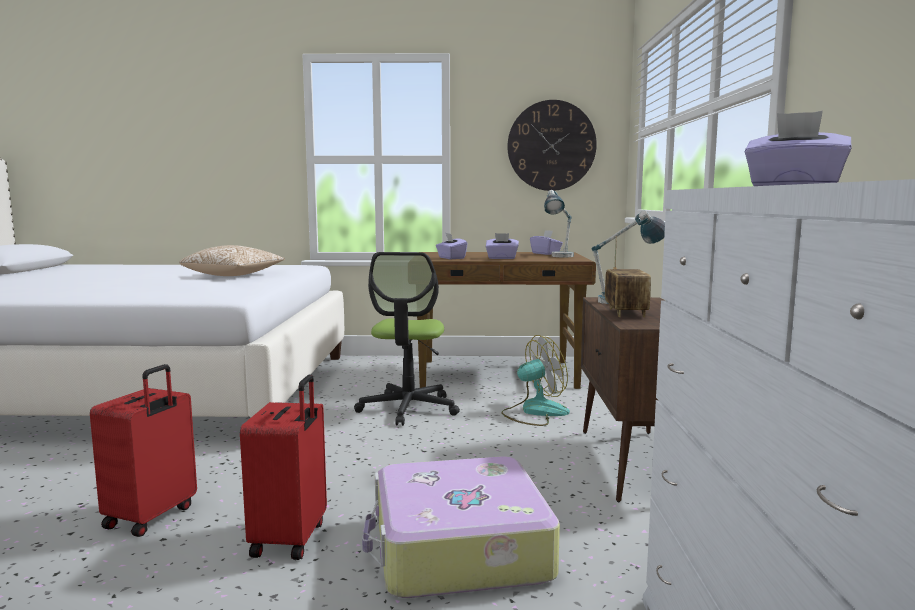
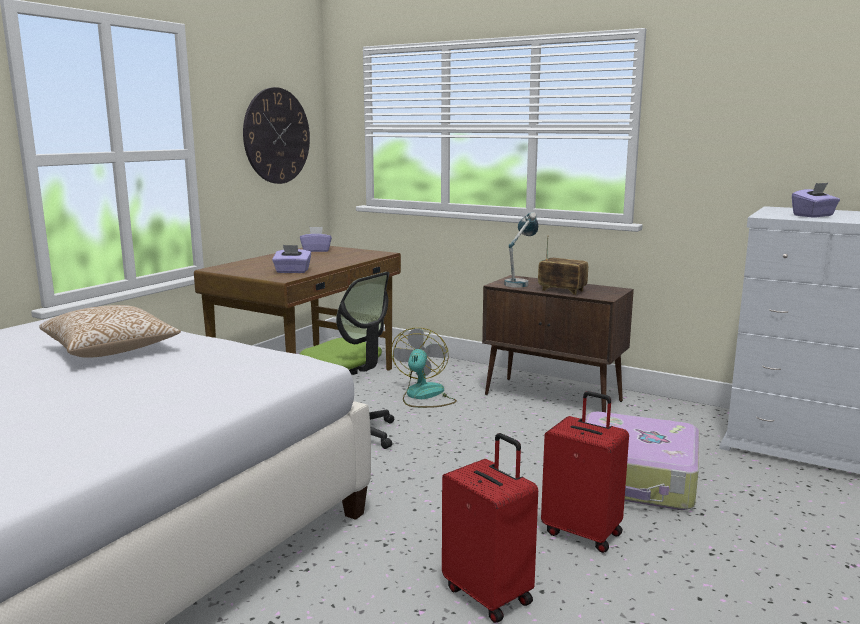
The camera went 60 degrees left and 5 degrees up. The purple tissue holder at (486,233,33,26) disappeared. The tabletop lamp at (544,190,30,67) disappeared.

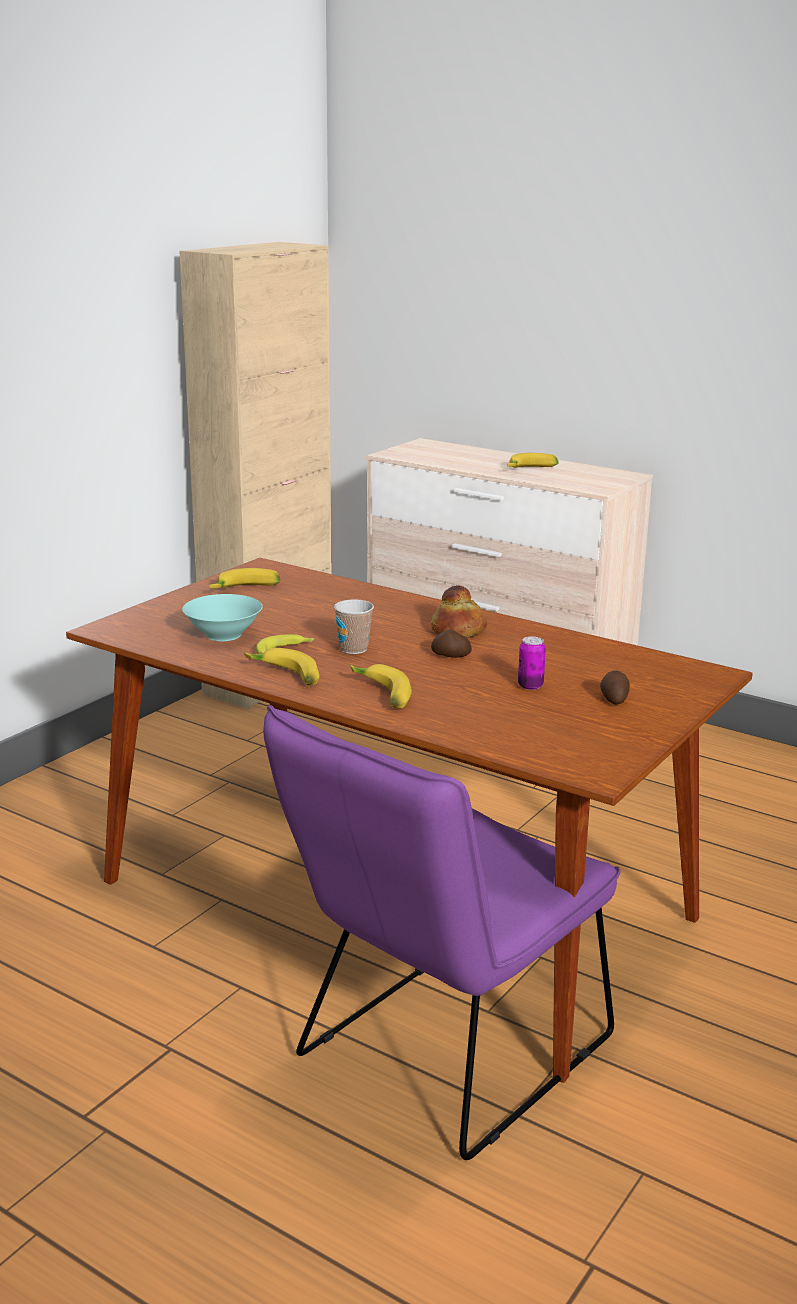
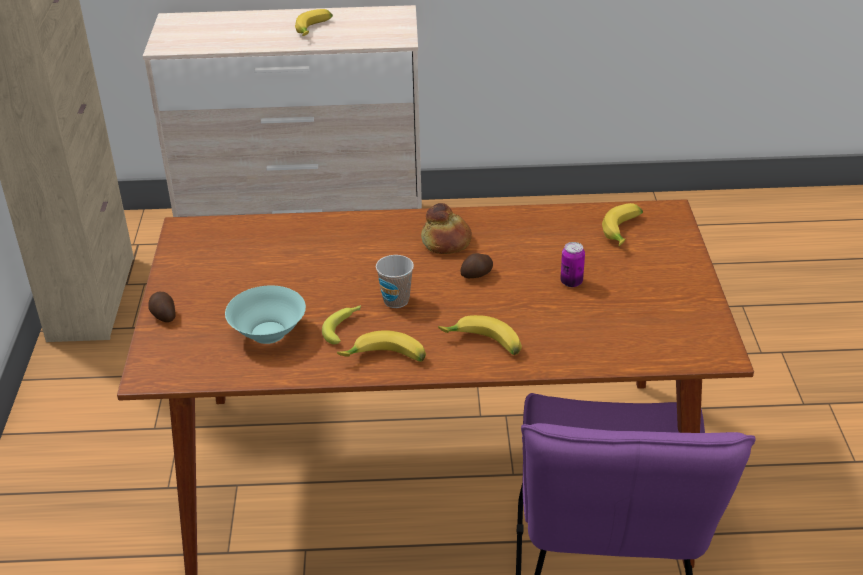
The camera went 35 degrees left and 15 degrees up. The banana fruit moved from (209,568,71,20) to (602,203,41,43). The potato moved from (600,671,30,33) to (148,292,28,30).

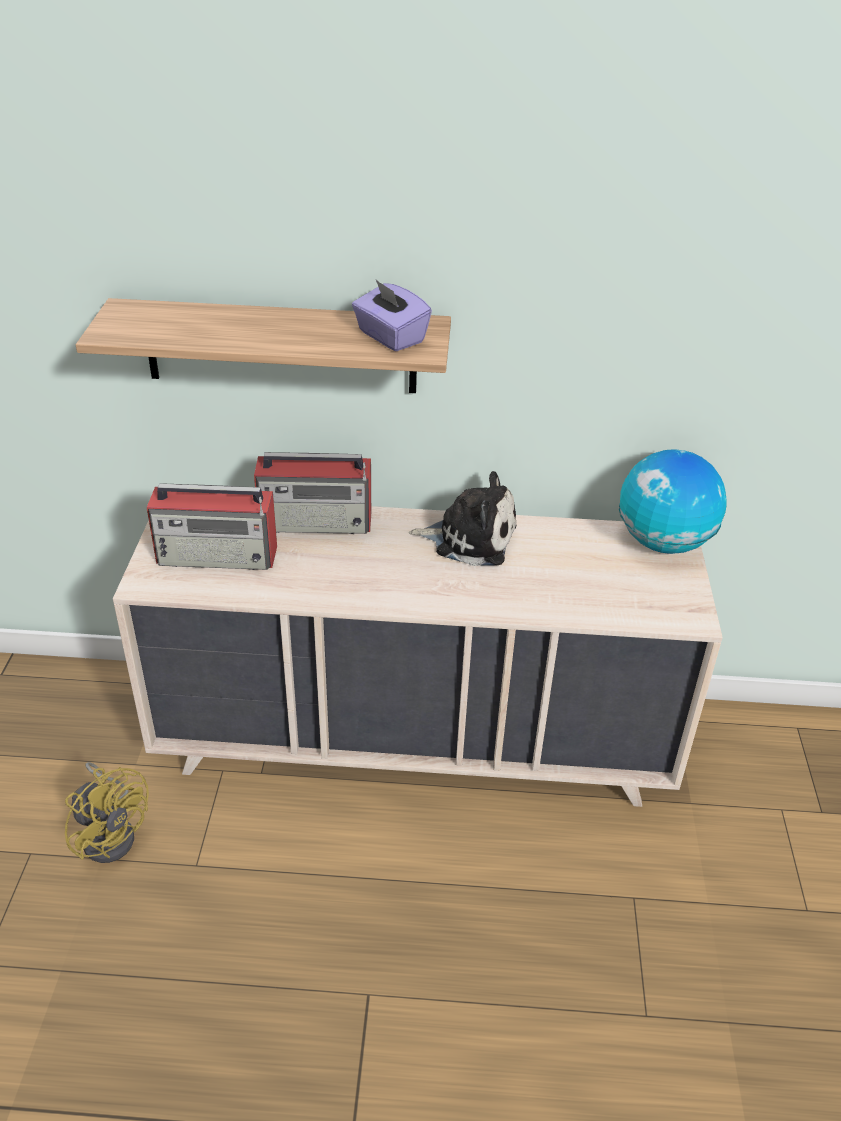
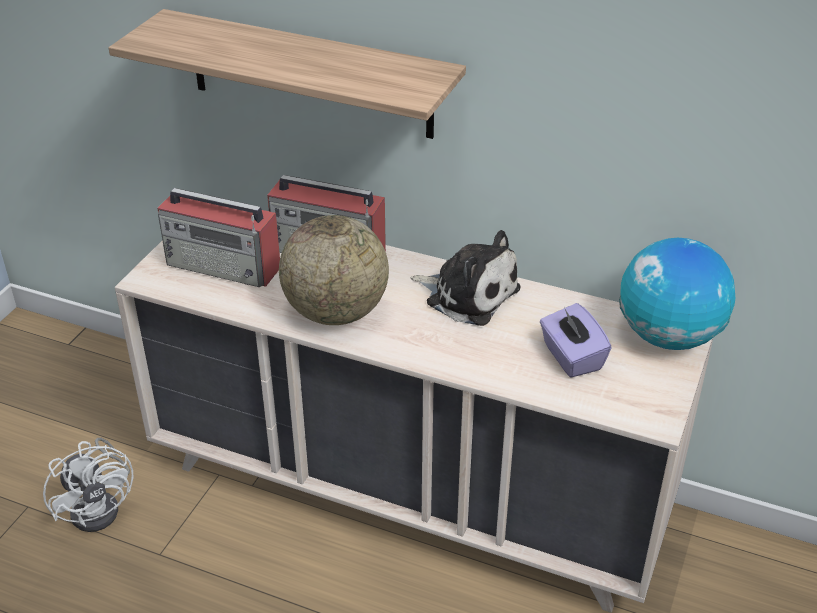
The camera went 20 degrees right and 0 degrees up. The yellow cooling fan at (65,762,84,101) became the whitish cooling fan at (43,438,91,94). The purple tissue holder moved from (352,280,80,71) to (540,303,72,75). The world globe at (279,215,110,110) appeared.

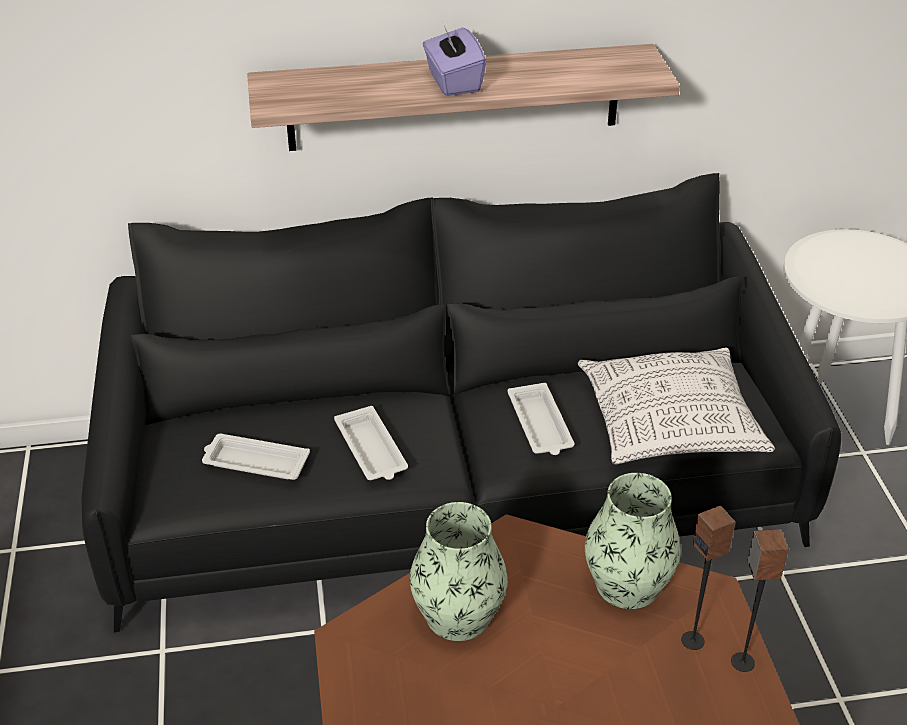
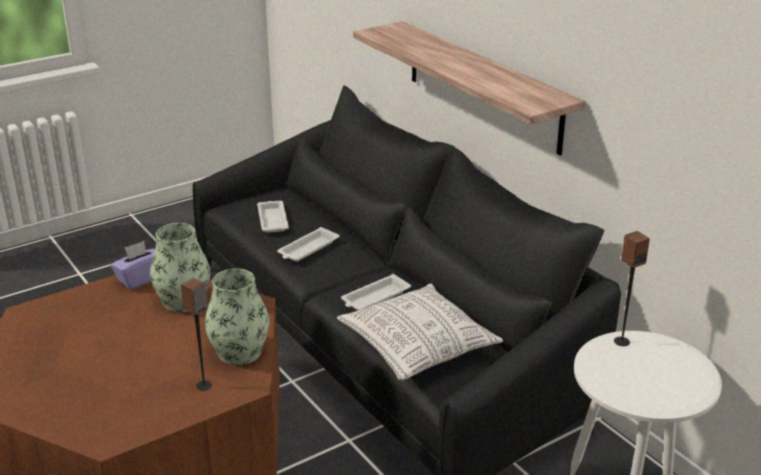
The camera went 65 degrees right and 10 degrees down. The purple tissue holder moved from (423,26,63,70) to (111,241,44,49). The audio speaker moved from (731,529,58,143) to (614,231,36,115).

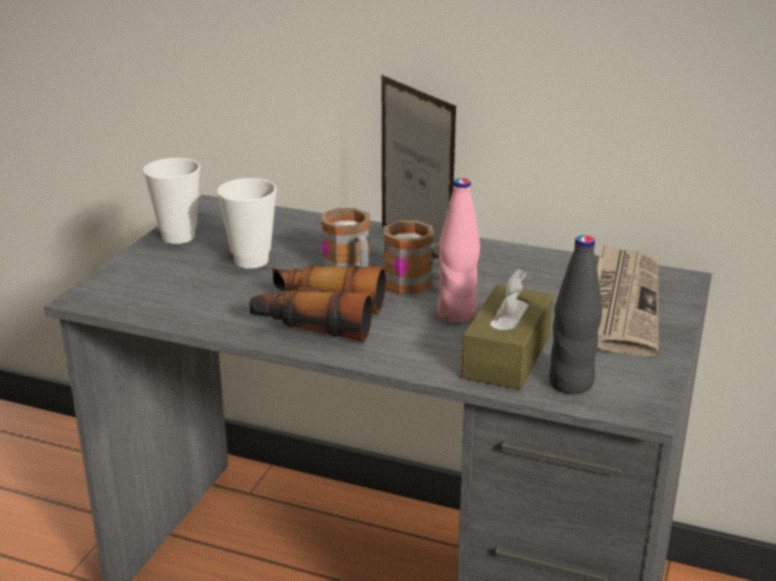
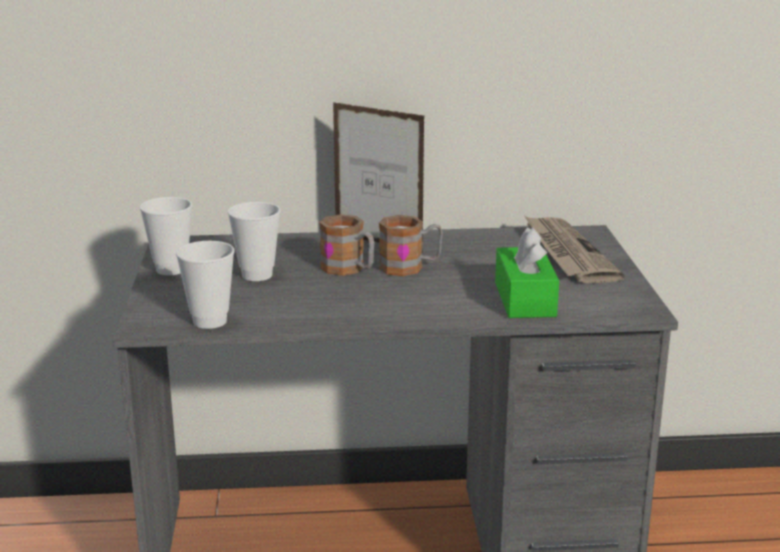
The camera went 25 degrees left and 5 degrees down. The field glasses at (249,265,137,77) disappeared. The pinkish drink bottle at (437,178,43,144) disappeared. The brown tissue holder at (461,269,92,121) became the green tissue holder at (495,227,64,91). The black drink bottle at (549,235,53,159) disappeared. The small cup at (176,241,59,88) appeared.

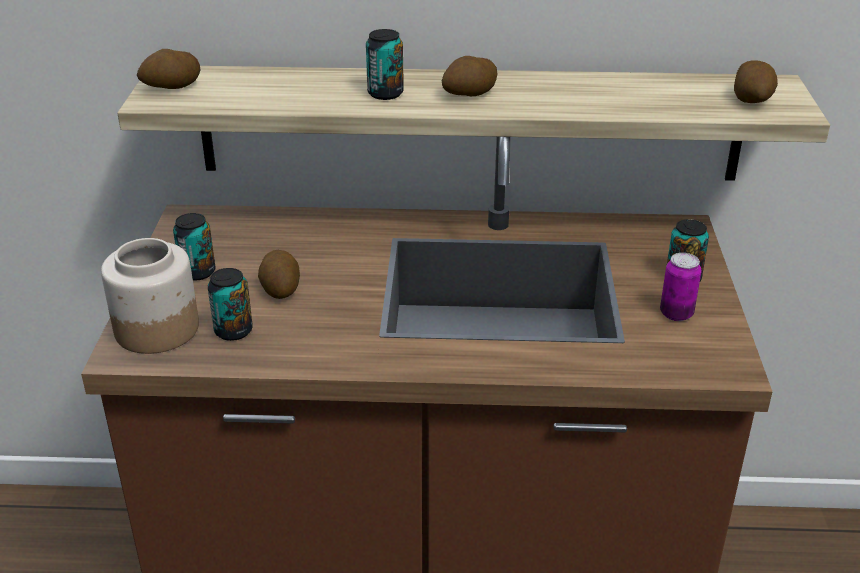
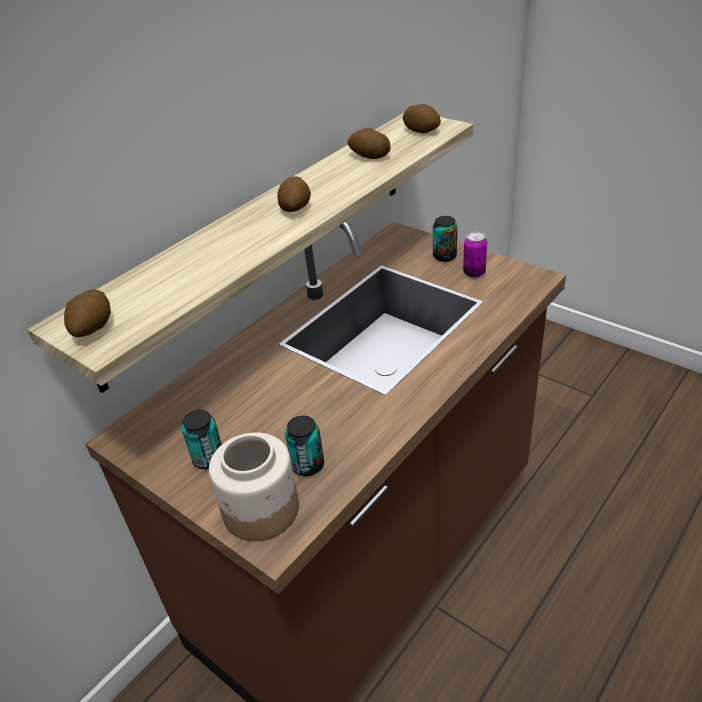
The camera went 50 degrees left and 5 degrees up. The potato moved from (258,250,42,49) to (347,128,44,31). The metal can at (366,29,38,71) disappeared.

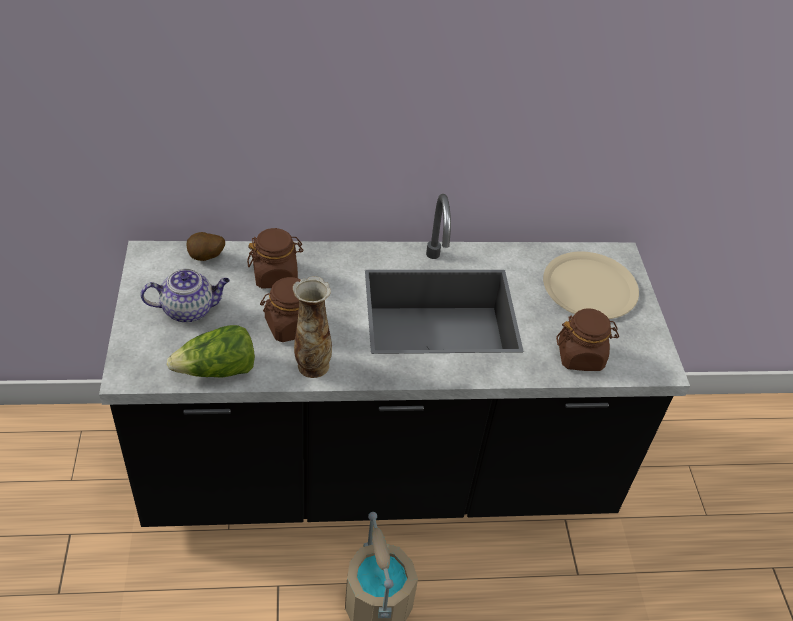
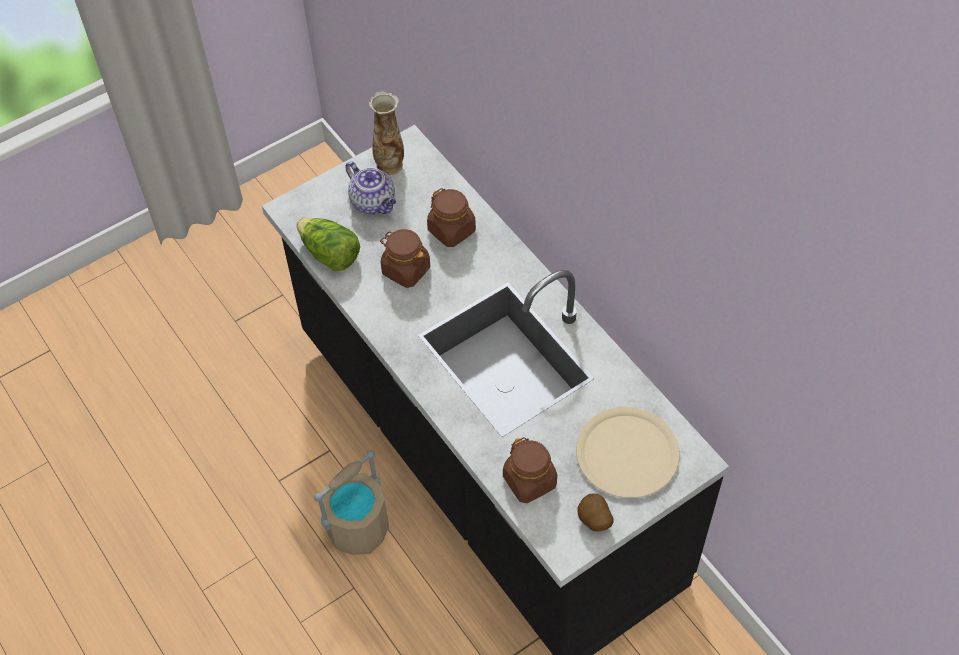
The camera went 65 degrees right and 10 degrees up. The potato moved from (186,232,39,29) to (577,493,37,39). The vase moved from (293,276,39,102) to (368,91,36,84).

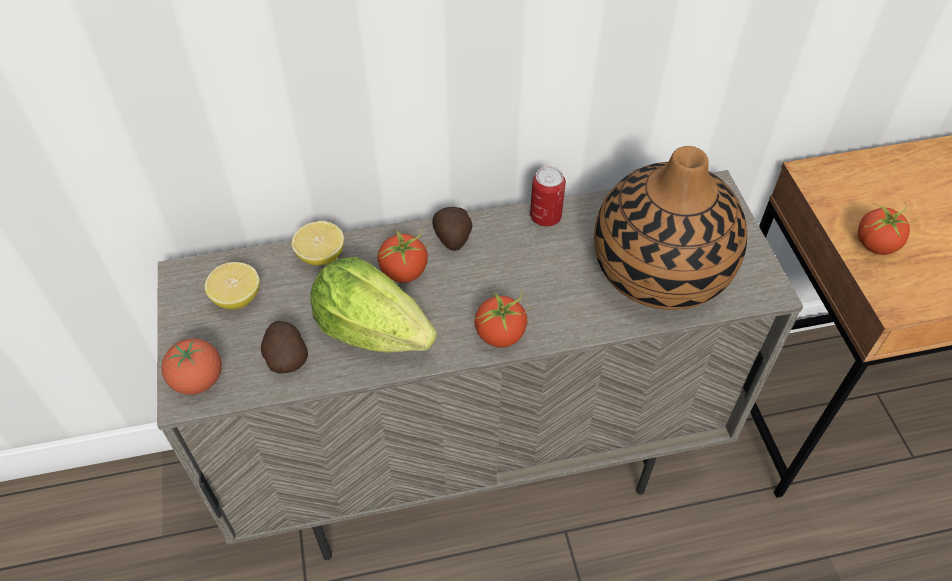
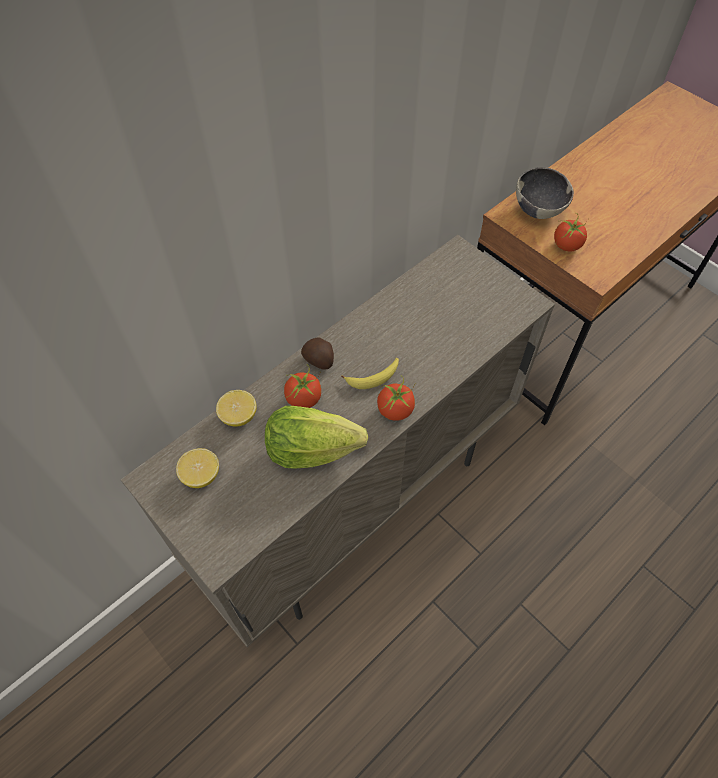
The camera went 30 degrees left and 5 degrees up. The tomato at (161,338,61,57) disappeared. The potato at (261,321,47,52) disappeared. The metal can at (530,166,36,61) disappeared. The vase at (594,146,153,164) disappeared. The banana fruit at (341,358,58,31) appeared. The deep dish at (516,167,58,52) appeared.

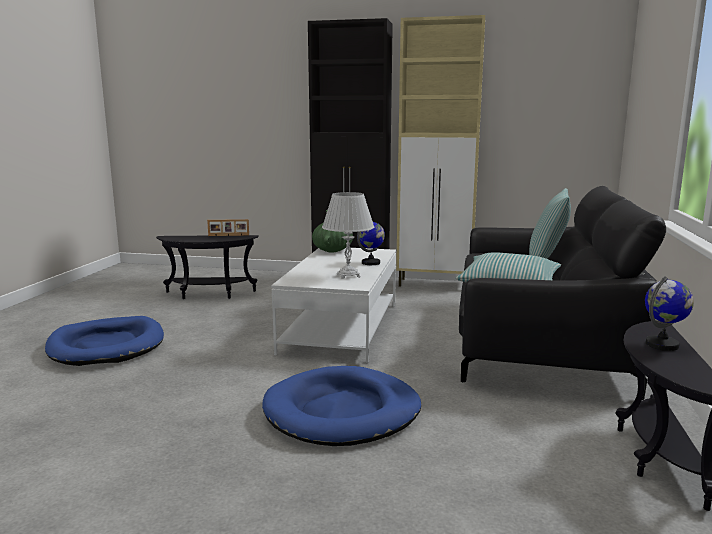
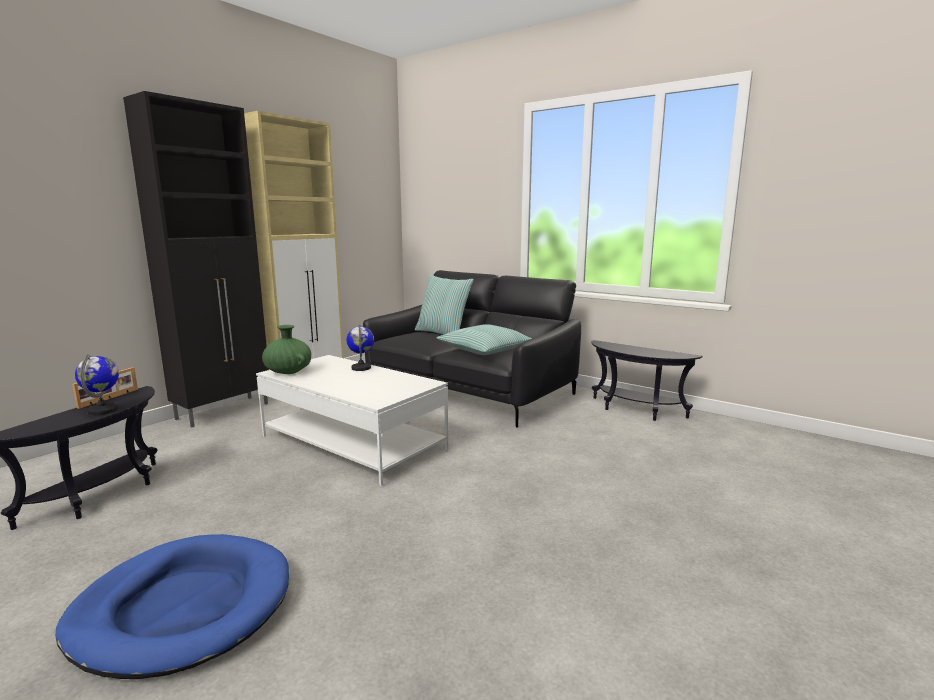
The camera went 65 degrees left and 0 degrees up. The bluish dog cushion at (262,366,159,80) disappeared. The whitish tabletop lamp at (322,192,52,87) disappeared. The world globe moved from (645,276,49,75) to (75,354,44,62).

